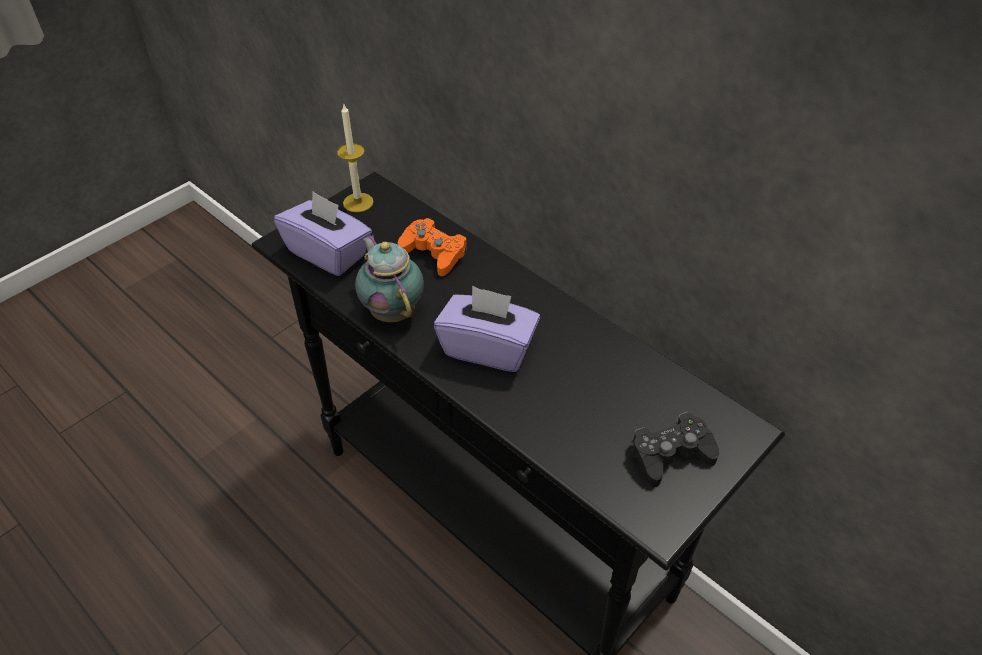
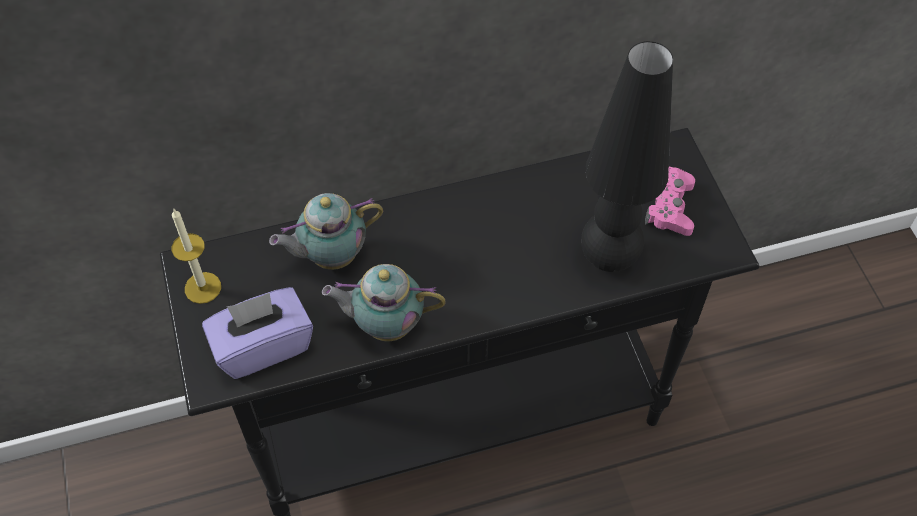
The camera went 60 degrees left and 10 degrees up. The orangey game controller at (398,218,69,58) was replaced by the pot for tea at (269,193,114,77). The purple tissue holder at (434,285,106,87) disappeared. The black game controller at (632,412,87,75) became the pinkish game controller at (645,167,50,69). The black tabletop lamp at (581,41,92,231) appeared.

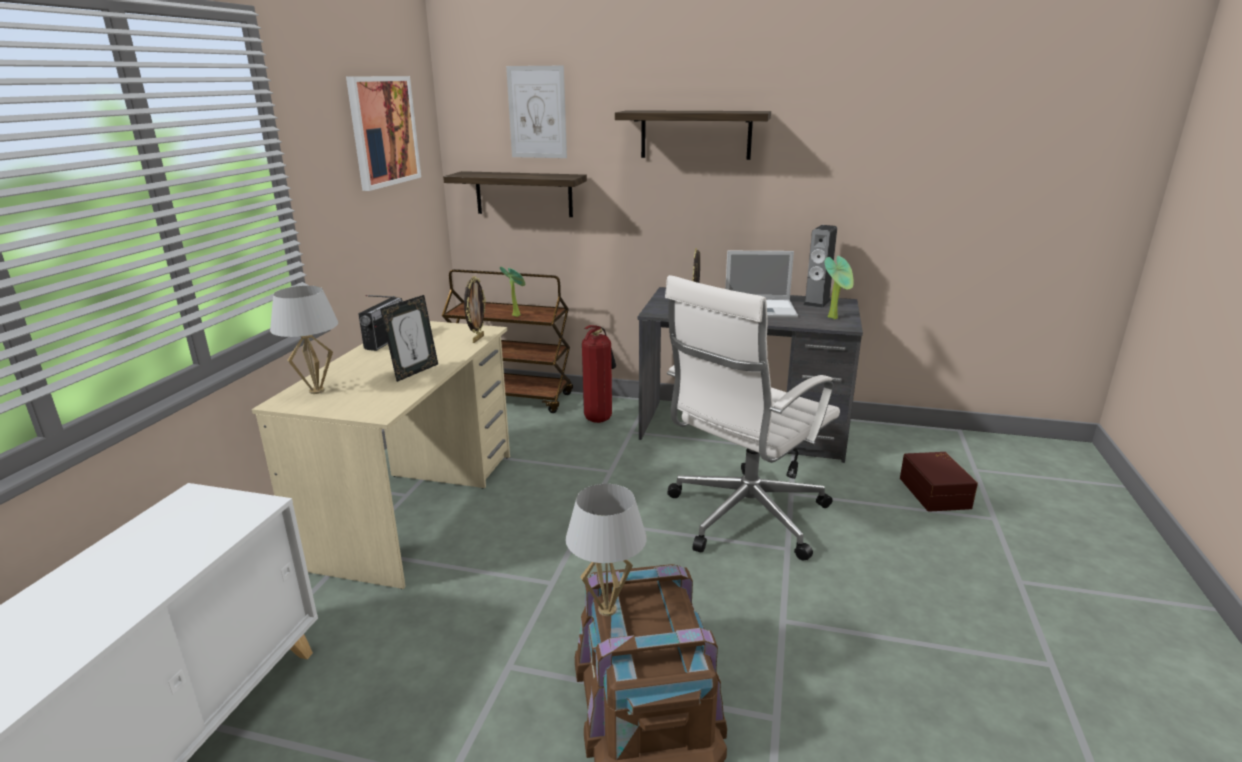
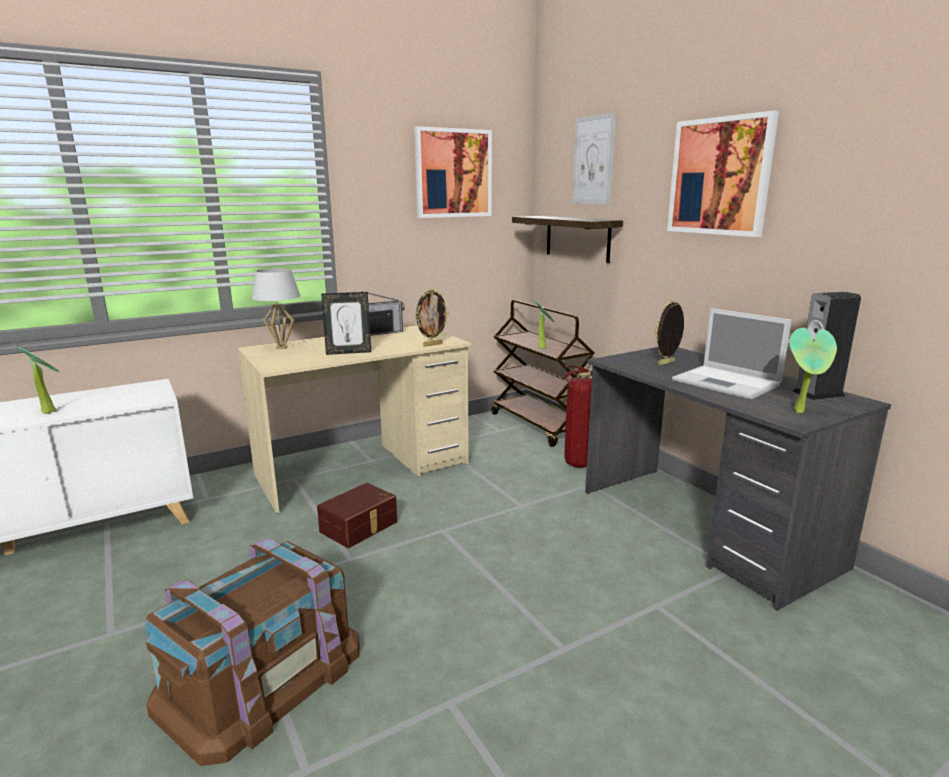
The camera went 45 degrees right and 5 degrees down. The whitish tabletop lamp at (566,484,81,132) disappeared. The bracket shelf at (615,110,156,50) was replaced by the picture at (667,110,112,127). The whitish computer chair at (665,275,175,286) disappeared. The brown storage container moved from (900,452,78,60) to (317,483,80,65). The plant in a pot at (13,345,47,69) appeared.

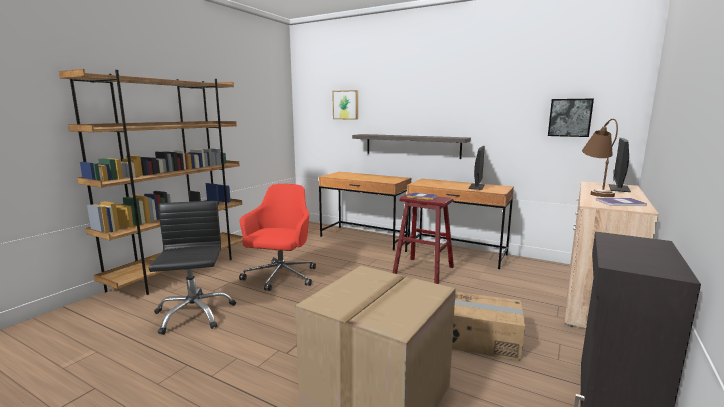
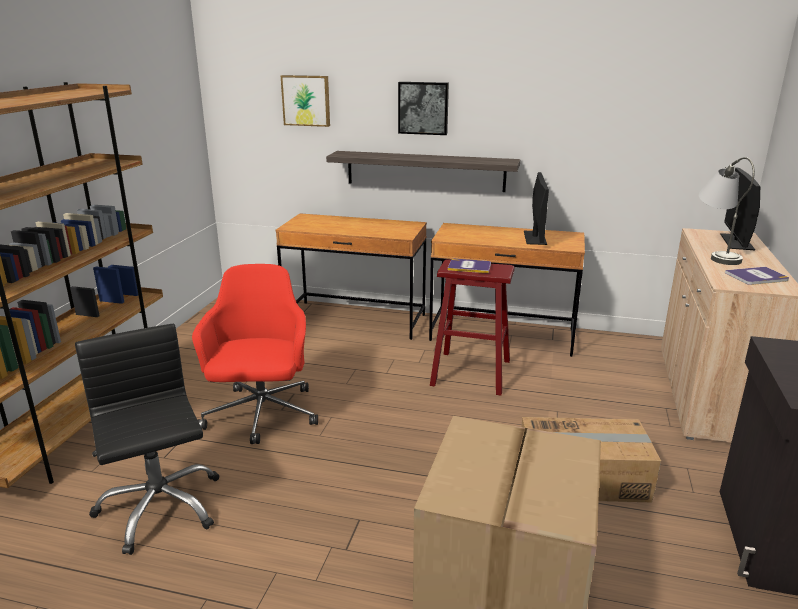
The camera went 15 degrees left and 10 degrees up. The picture moved from (548,98,46,39) to (398,82,51,53). The brown tabletop lamp at (582,119,36,78) became the gray tabletop lamp at (698,157,57,108).

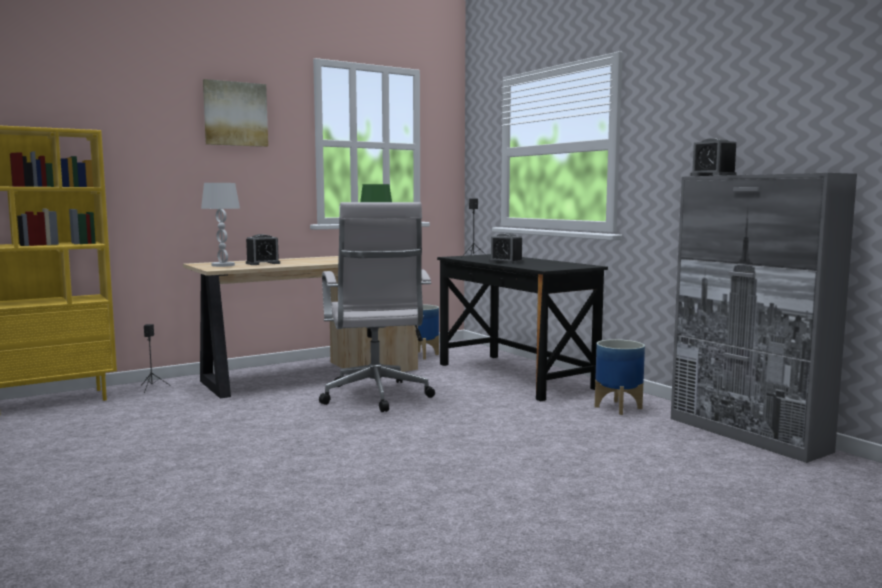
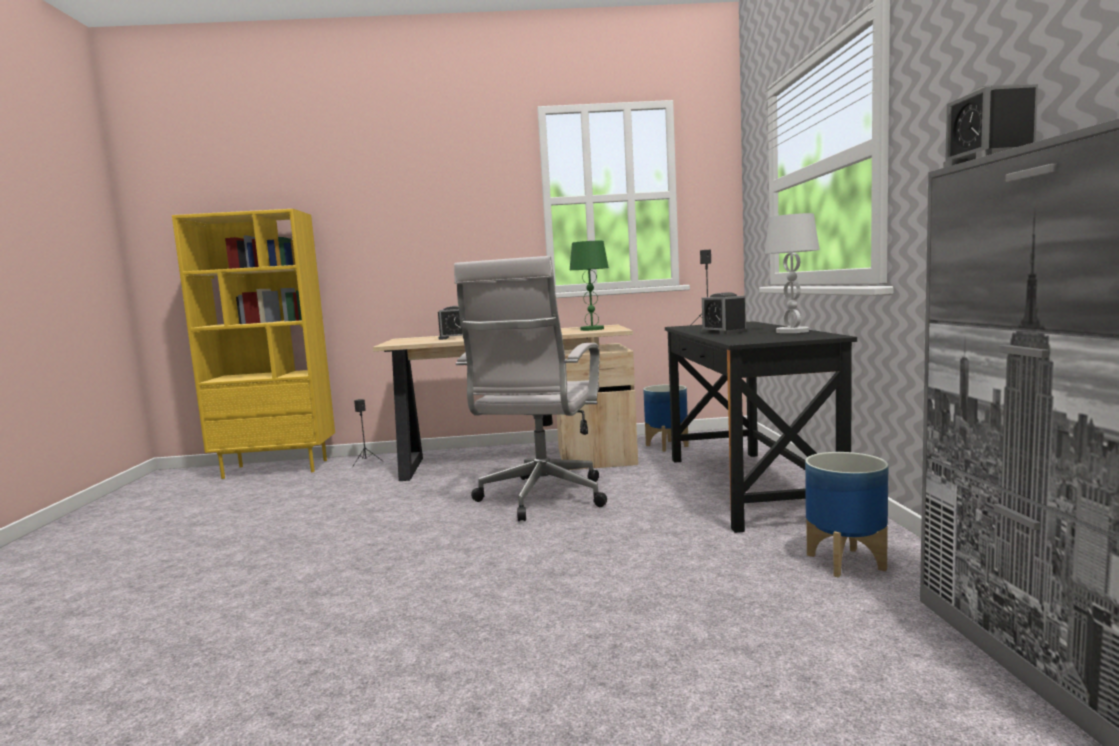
The camera went 30 degrees right and 0 degrees up. The whitish tabletop lamp moved from (201,183,39,84) to (764,213,56,120). The picture at (203,79,65,68) disappeared.

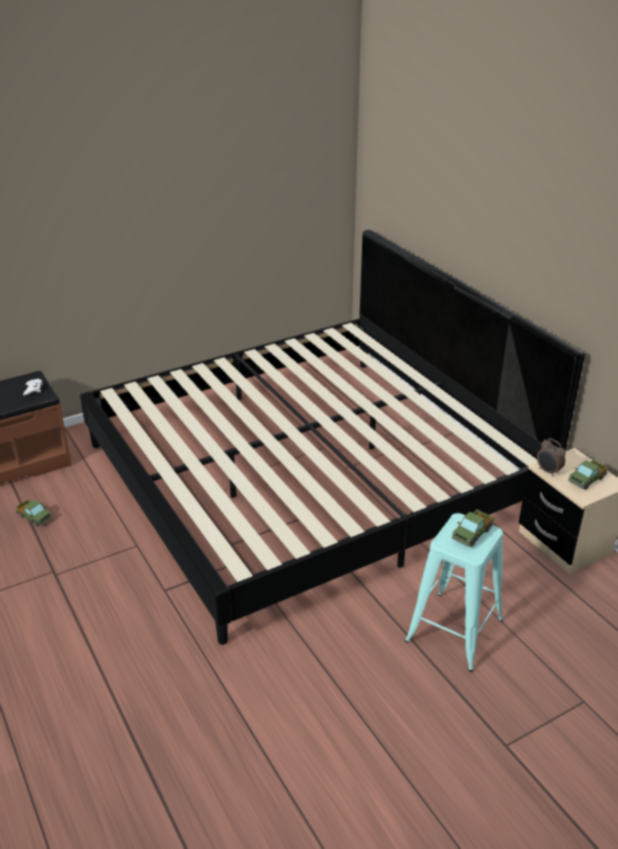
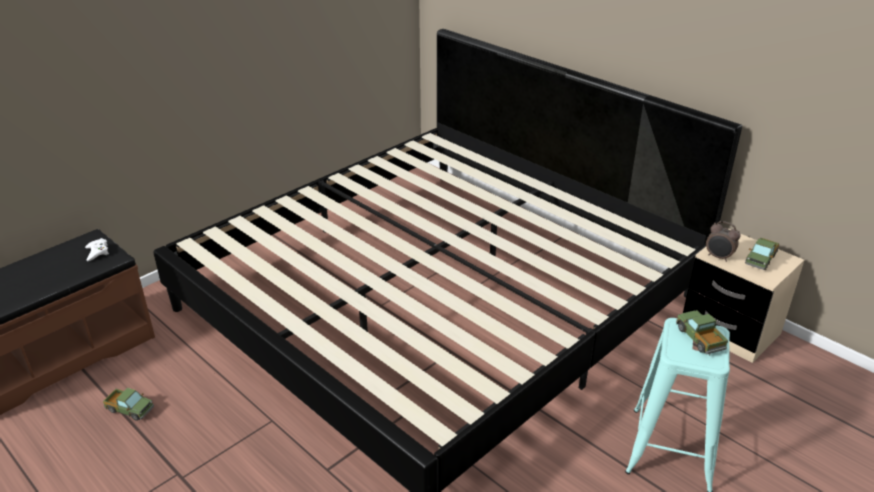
The camera went 15 degrees left and 0 degrees up. The model truck at (452,509,42,38) turned 135 degrees clockwise.

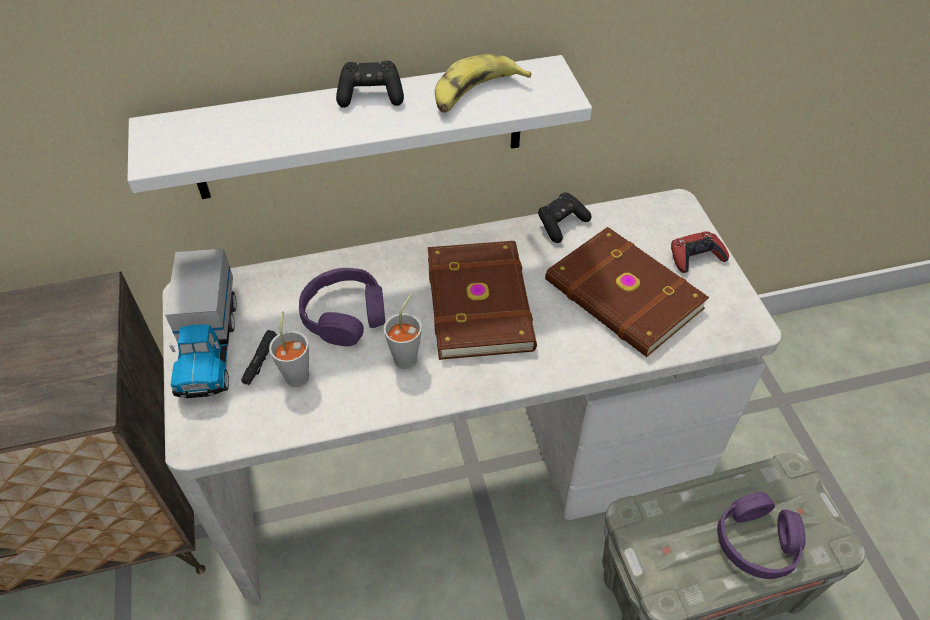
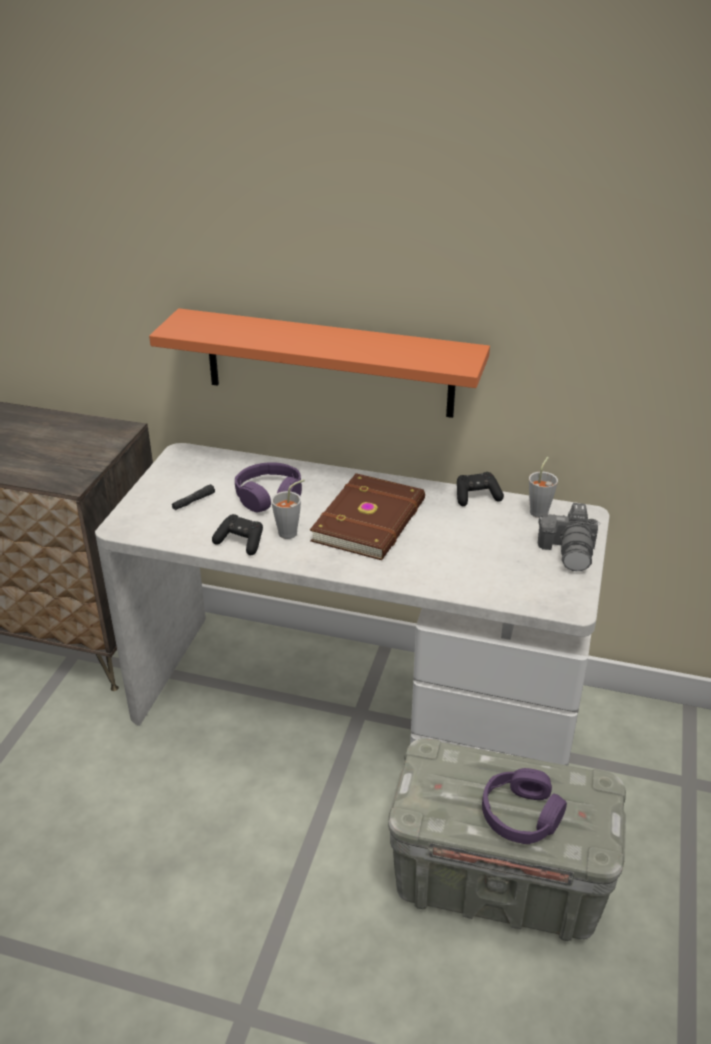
The camera went 30 degrees right and 15 degrees down. The whitish bracket shelf at (128,55,464,144) became the orangey bracket shelf at (149,308,341,110). The model truck at (165,248,72,150) disappeared. The gray small cup moved from (269,311,40,76) to (529,457,29,61). The black game controller moved from (336,61,68,47) to (212,514,51,41). The banana fruit at (435,54,96,59) disappeared. The brown volume at (545,227,164,130) disappeared. The red game controller at (671,231,58,42) was replaced by the photo camera at (538,503,62,68).

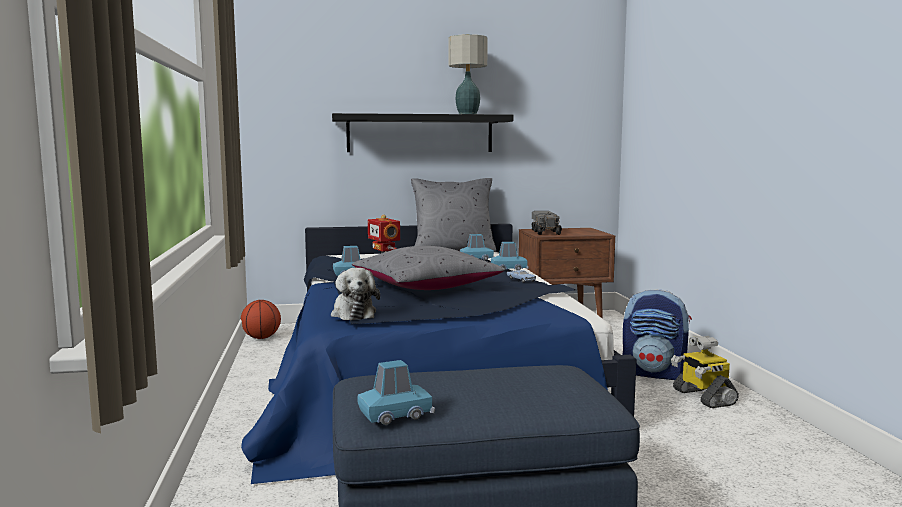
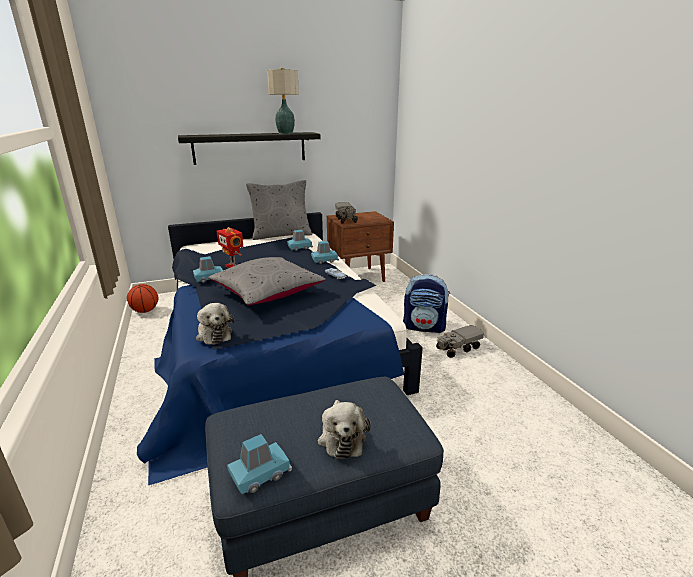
The camera went 10 degrees left and 15 degrees up. The toy robot at (671,336,68,72) was replaced by the model truck at (436,325,48,33). The plush toy at (318,400,53,59) appeared.

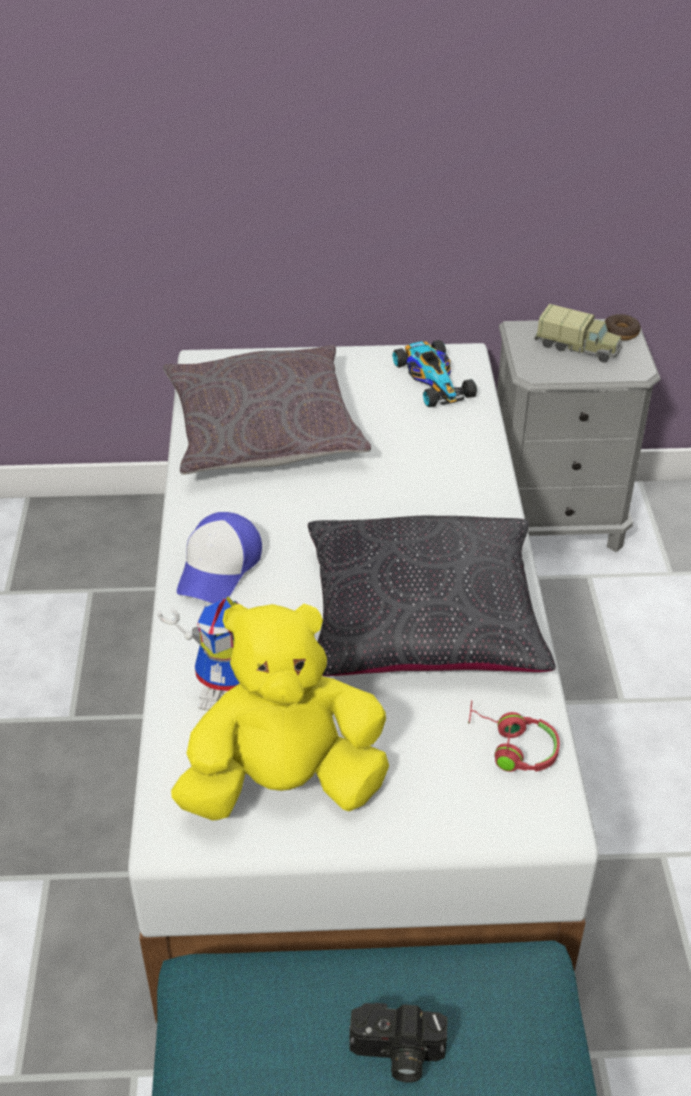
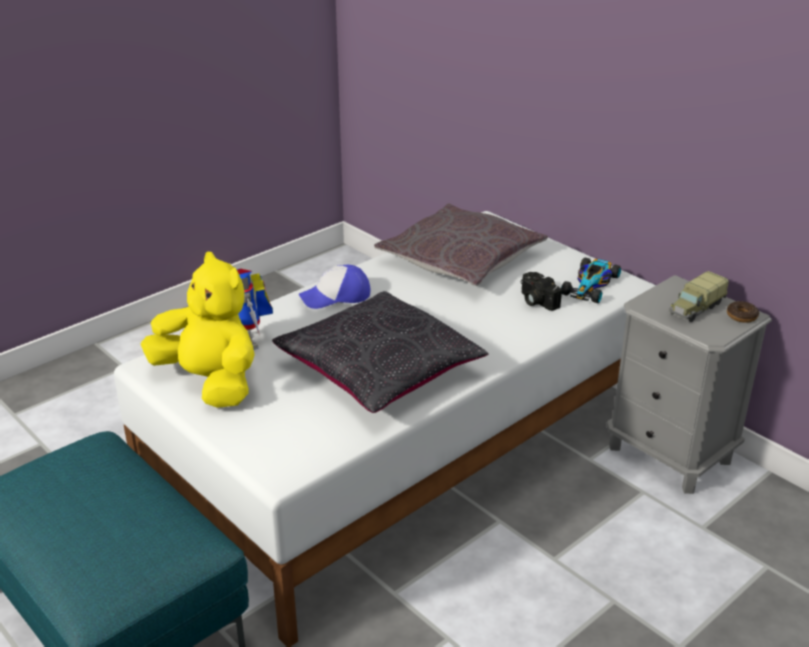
The camera went 50 degrees right and 10 degrees down. The photo camera moved from (349,1003,98,79) to (521,272,41,39). The red headphones at (468,701,92,71) disappeared. The model truck at (534,304,88,59) turned 60 degrees clockwise.

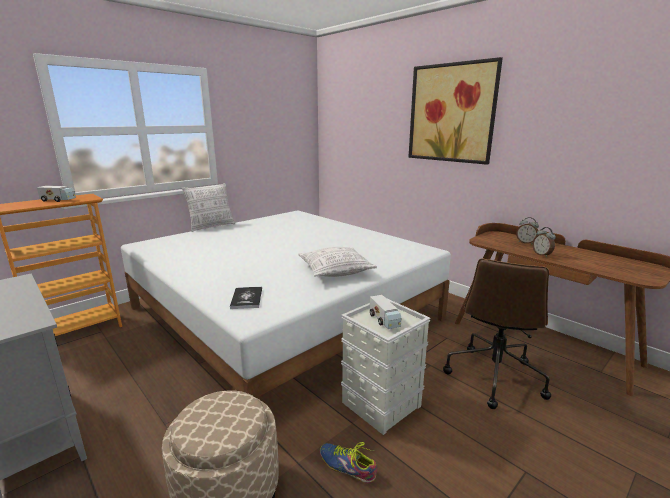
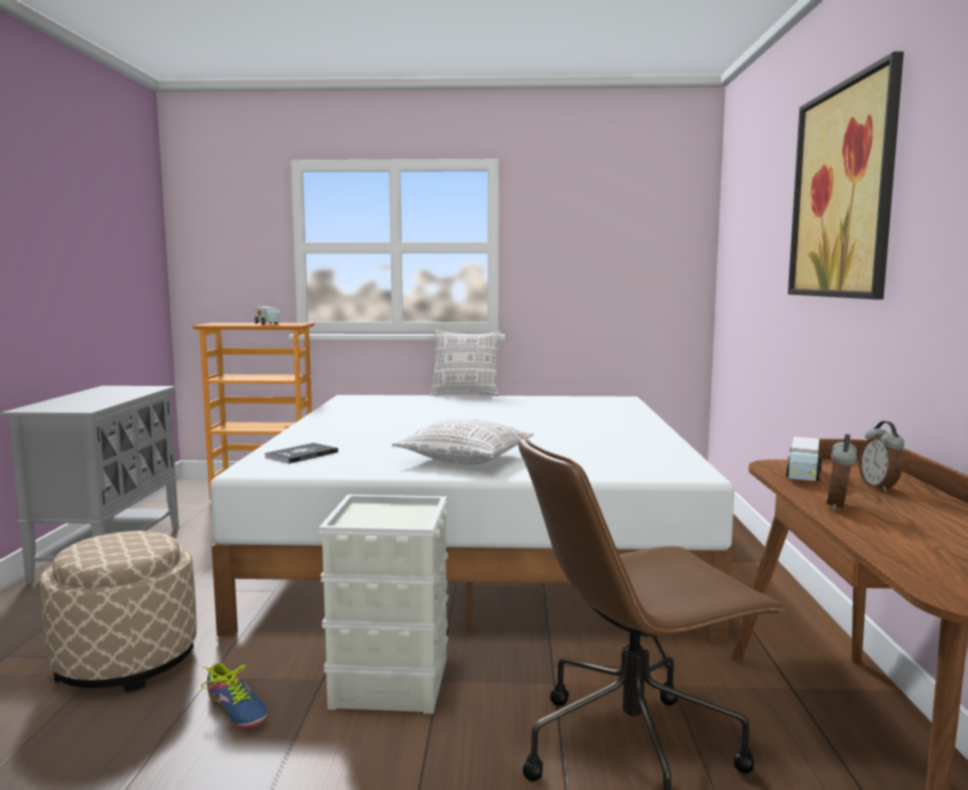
The camera went 45 degrees right and 10 degrees down. The item of footwear at (320,442,57,41) turned 150 degrees clockwise. The model truck moved from (370,295,31,34) to (786,437,36,44).

